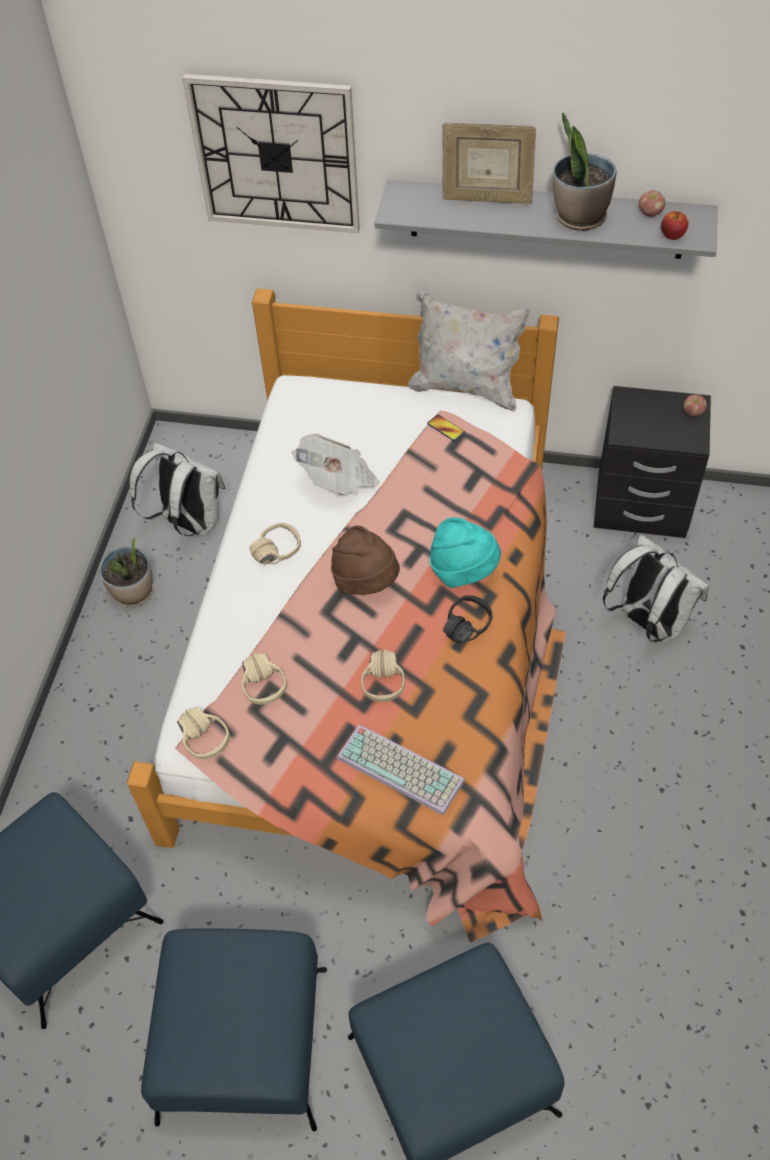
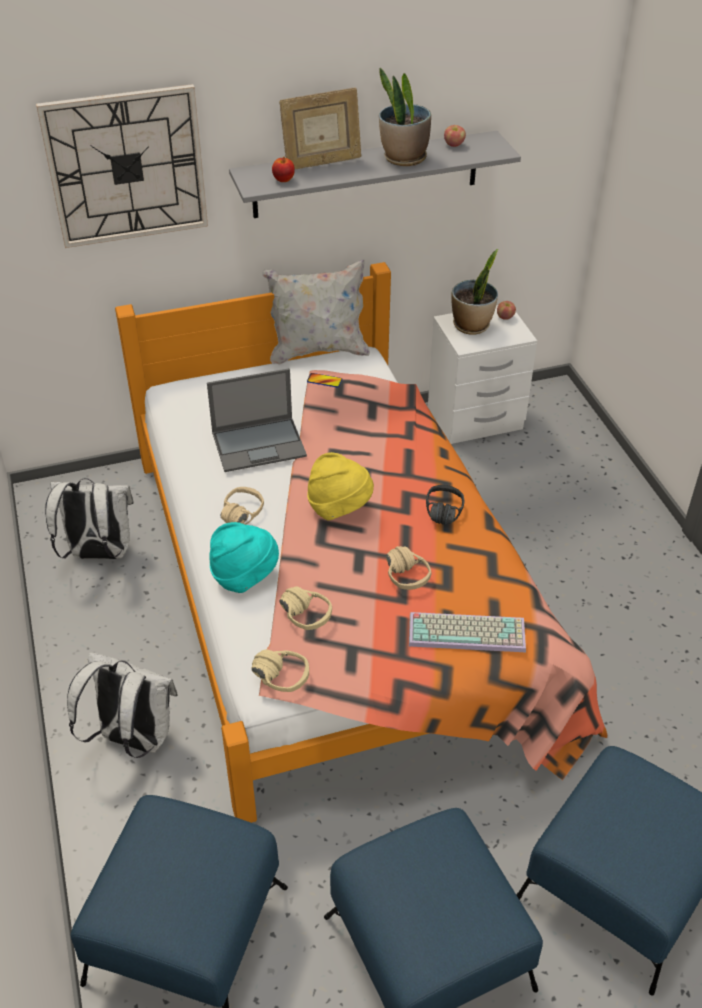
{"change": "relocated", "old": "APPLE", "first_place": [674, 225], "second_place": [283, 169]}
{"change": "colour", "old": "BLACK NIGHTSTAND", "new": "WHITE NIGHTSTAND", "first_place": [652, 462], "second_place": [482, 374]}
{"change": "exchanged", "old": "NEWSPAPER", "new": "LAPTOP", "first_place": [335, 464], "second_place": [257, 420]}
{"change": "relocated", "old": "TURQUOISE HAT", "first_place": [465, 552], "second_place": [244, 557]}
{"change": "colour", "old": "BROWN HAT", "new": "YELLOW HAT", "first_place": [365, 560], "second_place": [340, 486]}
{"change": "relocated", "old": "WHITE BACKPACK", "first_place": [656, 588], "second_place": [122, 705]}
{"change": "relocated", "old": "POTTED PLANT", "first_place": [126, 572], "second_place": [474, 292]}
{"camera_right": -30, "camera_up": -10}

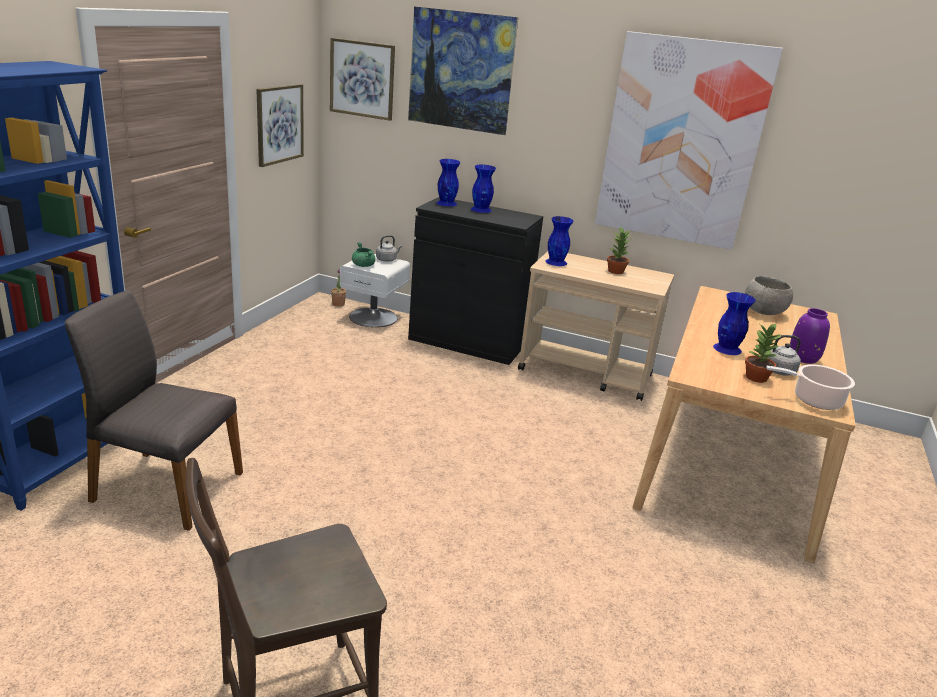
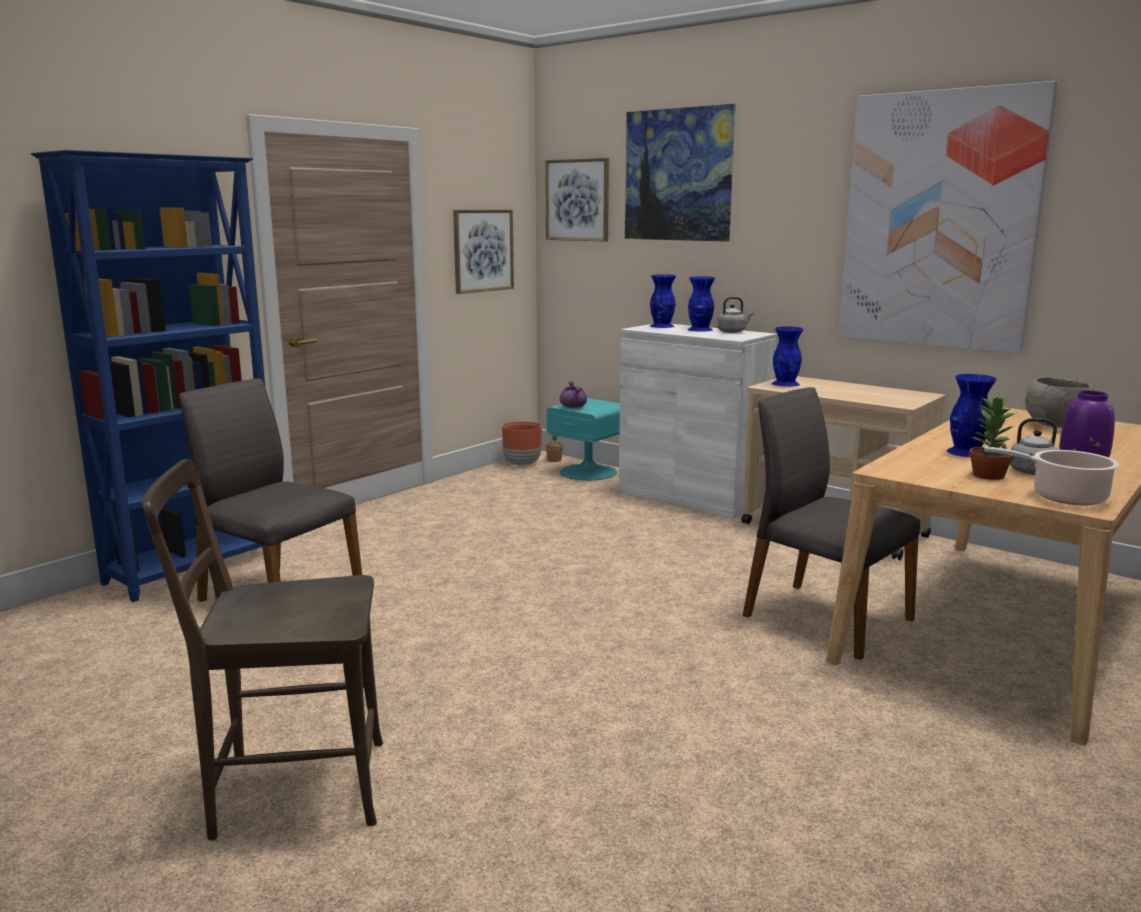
{"change": "colour", "old": "BLACK CABINET", "new": "WHITE CABINET", "first_place": [475, 281], "second_place": [698, 421]}
{"change": "missing", "old": "POTTED PLANT", "first_place": [619, 250]}
{"change": "relocated", "old": "GREY KETTLE", "first_place": [389, 248], "second_place": [735, 315]}
{"change": "colour", "old": "GREEN COOKING POT", "new": "PURPLE COOKING POT", "first_place": [364, 254], "second_place": [573, 394]}
{"change": "colour", "old": "WHITE NIGHTSTAND", "new": "TURQUOISE NIGHTSTAND", "first_place": [375, 290], "second_place": [583, 439]}
{"change": "appeared", "new": "GREY CHAIR", "second_place": [831, 523]}
{"change": "appeared", "new": "BROWN PLANTER", "second_place": [522, 443]}
{"camera_right": 20, "camera_up": -10}

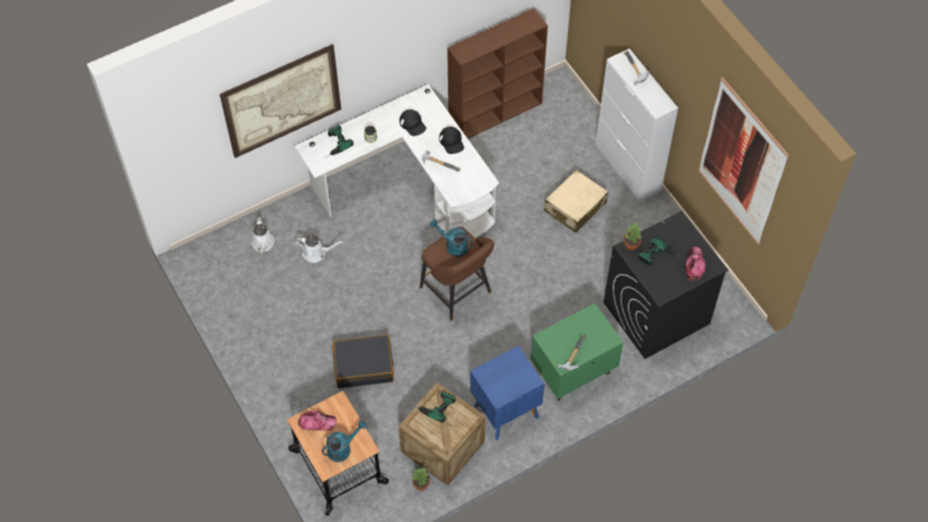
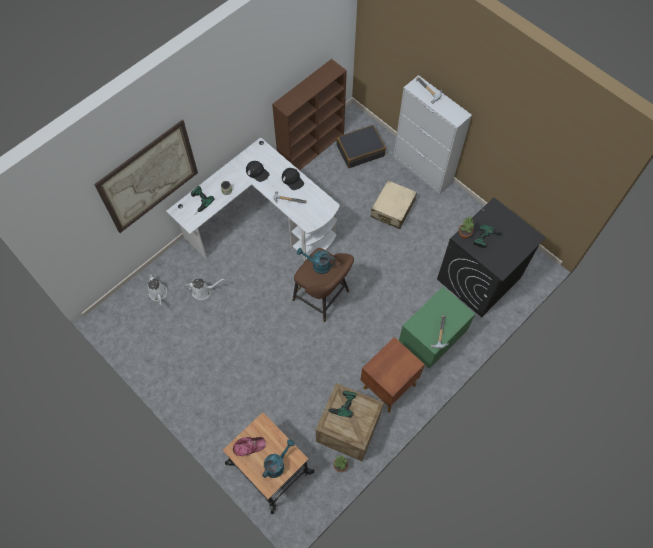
{"change": "missing", "old": "PICTURE", "first_place": [744, 161]}
{"change": "missing", "old": "CAP", "first_place": [695, 264]}
{"change": "relocated", "old": "BLACK SUITCASE", "first_place": [363, 361], "second_place": [361, 146]}
{"change": "colour", "old": "BLUE NIGHTSTAND", "new": "BROWN NIGHTSTAND", "first_place": [507, 392], "second_place": [392, 374]}
{"camera_right": -15, "camera_up": 5}

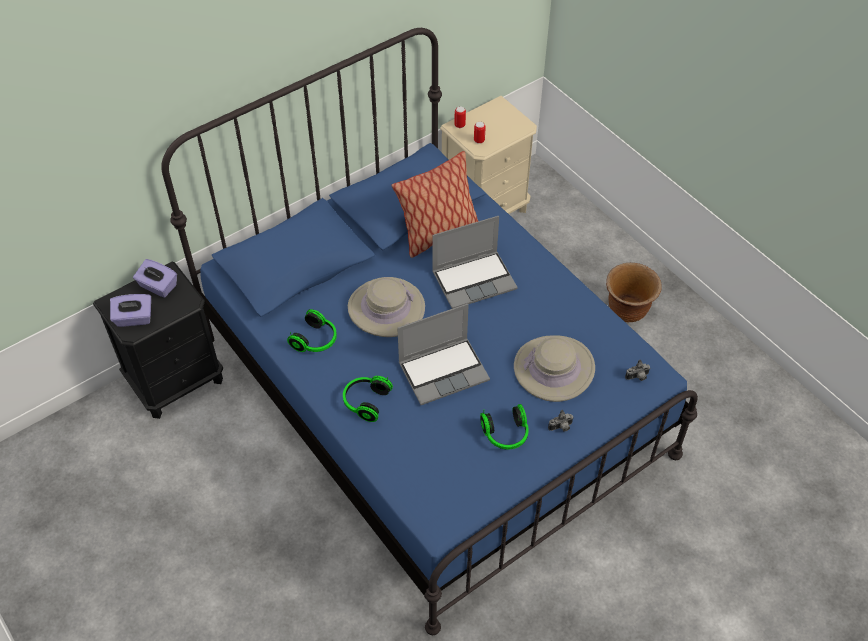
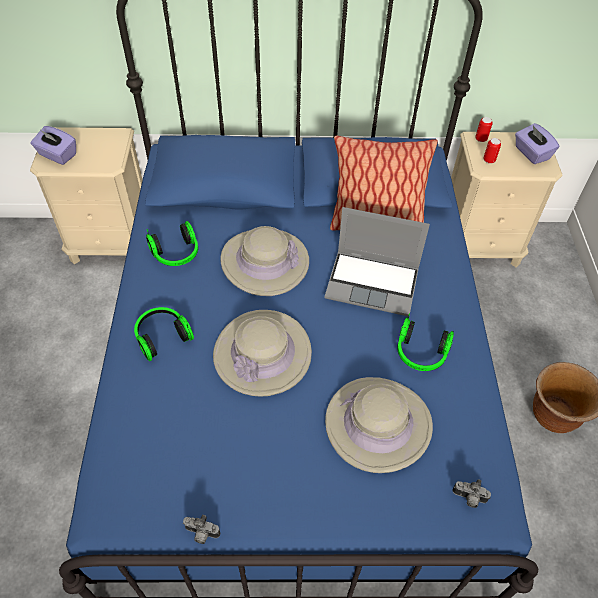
{"change": "relocated", "old": "PURPLE TISSUE BOX", "first_place": [155, 278], "second_place": [537, 143]}
{"change": "colour", "old": "BLACK NIGHTSTAND", "new": "BEIGE NIGHTSTAND", "first_place": [158, 340], "second_place": [86, 195]}
{"change": "exchanged", "old": "LAPTOP", "new": "BEIGE HAT", "first_place": [443, 354], "second_place": [262, 353]}
{"change": "relocated", "old": "HEADPHONES", "first_place": [504, 427], "second_place": [425, 342]}
{"change": "relocated", "old": "PHOTO CAMERA", "first_place": [561, 421], "second_place": [201, 529]}
{"camera_right": 35, "camera_up": 0}

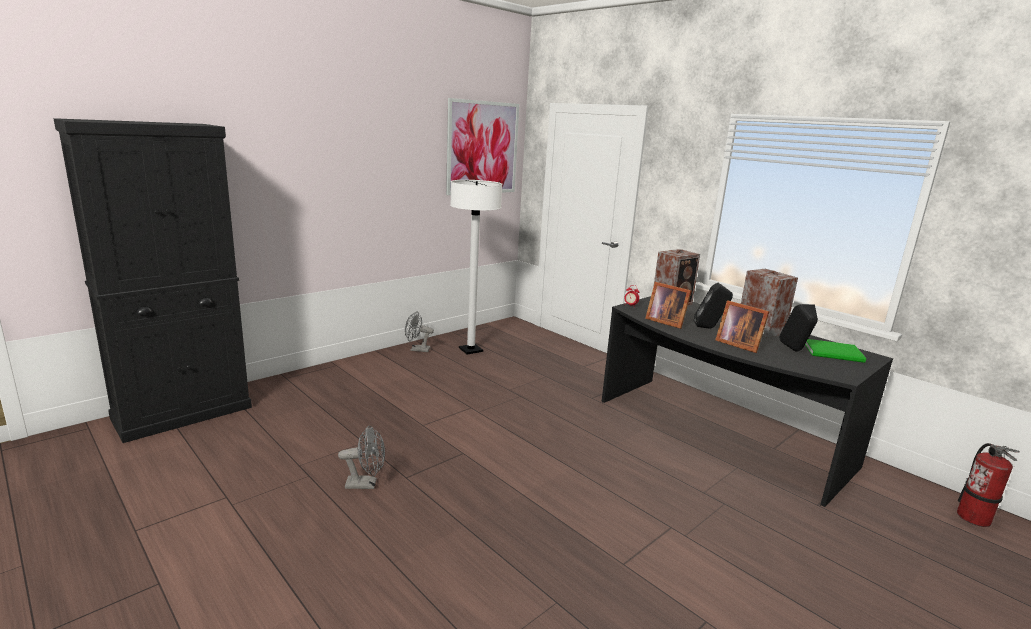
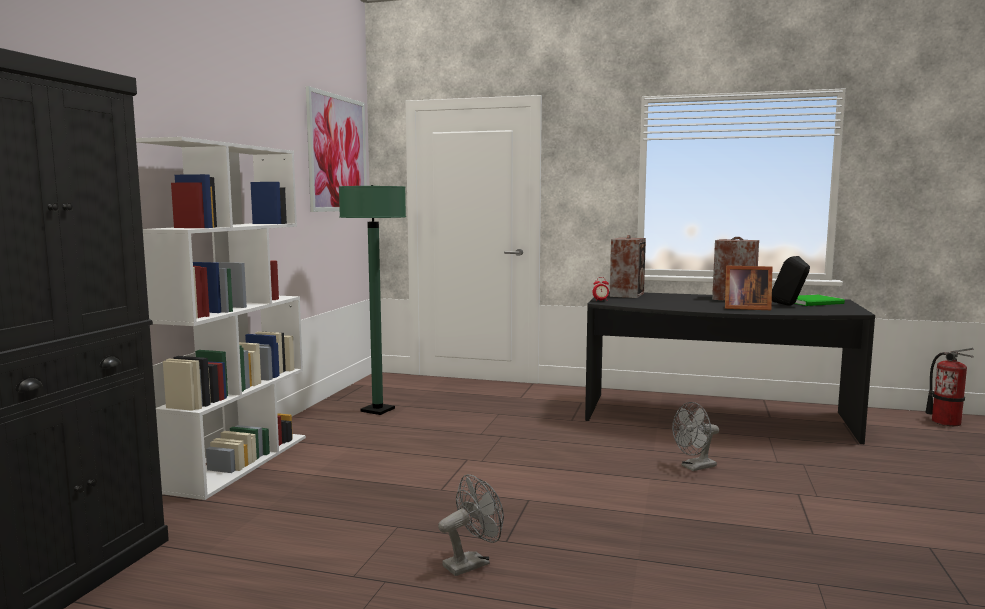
{"change": "colour", "old": "WHITE FLOOR LAMP", "new": "GREEN FLOOR LAMP", "first_place": [476, 267], "second_place": [372, 300]}
{"change": "missing", "old": "PICTURE FRAME", "first_place": [668, 305]}
{"change": "missing", "old": "BLACK SPEAKER", "first_place": [713, 305]}
{"change": "relocated", "old": "GREY FAN", "first_place": [419, 331], "second_place": [695, 436]}
{"change": "appeared", "new": "WHITE BOOKCASE", "second_place": [221, 318]}
{"camera_right": -30, "camera_up": -10}

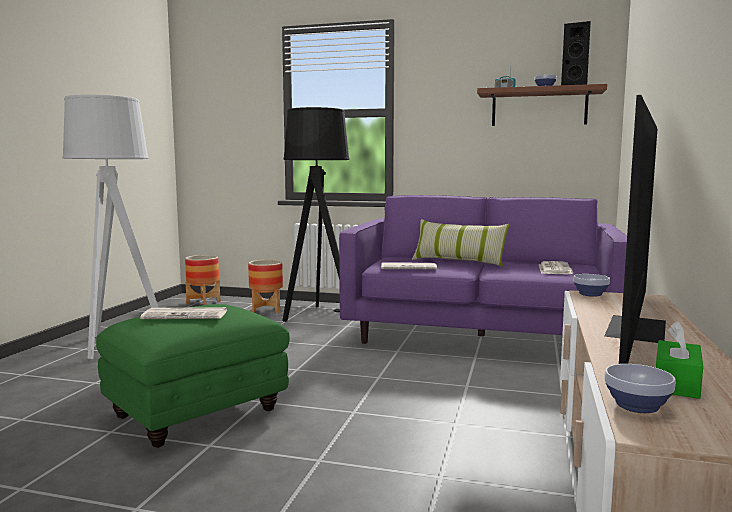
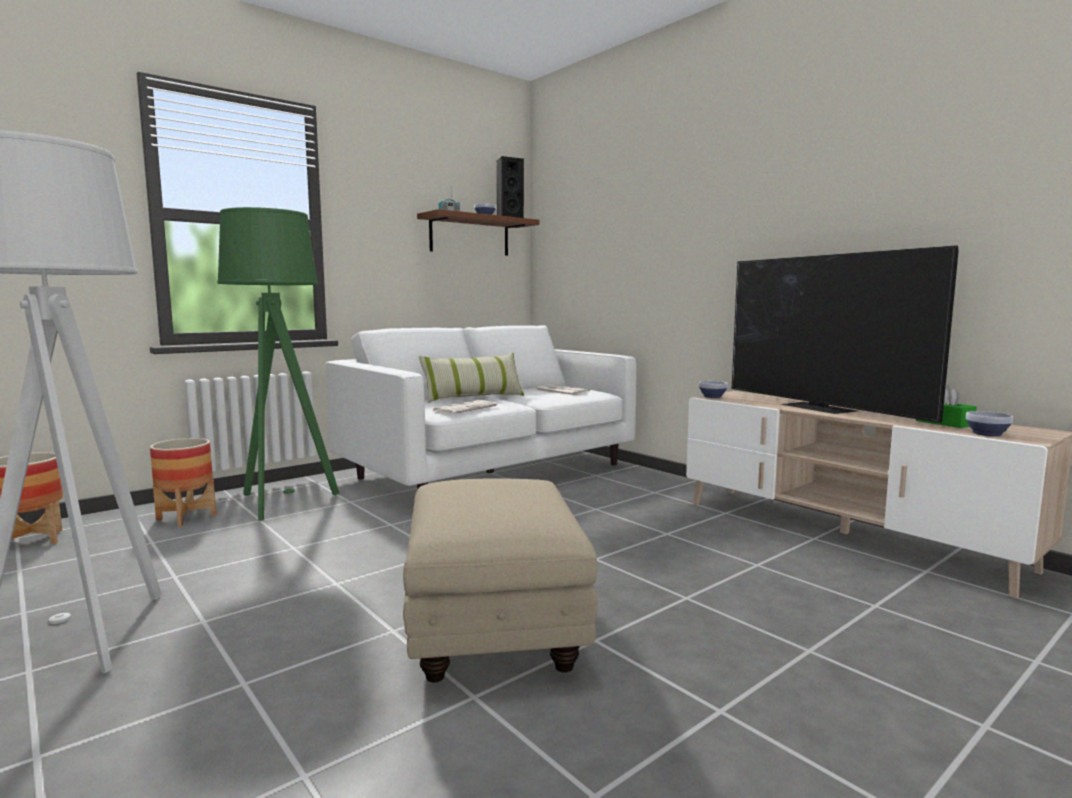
{"change": "colour", "old": "BLACK FLOOR LAMP", "new": "GREEN FLOOR LAMP", "first_place": [315, 214], "second_place": [278, 364]}
{"change": "colour", "old": "PURPLE SOFA", "new": "WHITE SOFA", "first_place": [483, 269], "second_place": [481, 407]}
{"change": "colour", "old": "GREEN OTTOMAN", "new": "BEIGE OTTOMAN", "first_place": [193, 376], "second_place": [500, 581]}
{"change": "missing", "old": "NEWSPAPER", "first_place": [183, 313]}
{"camera_right": -55, "camera_up": 0}

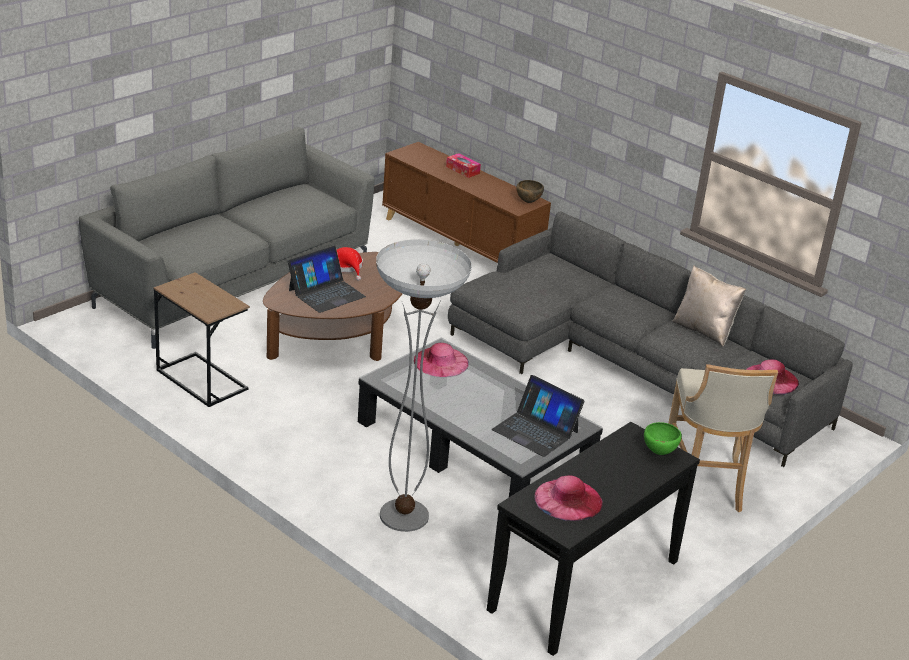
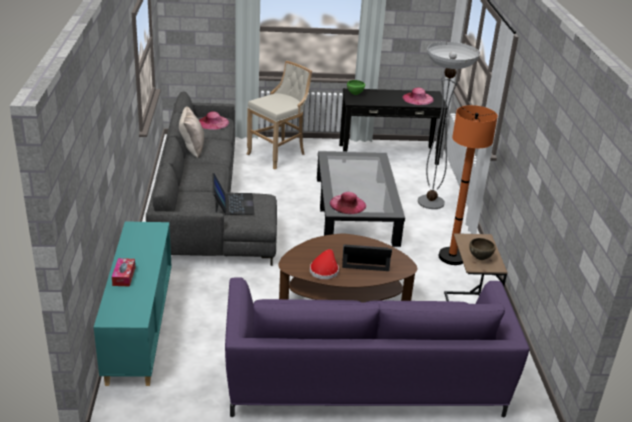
{"change": "colour", "old": "GREY SOFA", "new": "PURPLE SOFA", "first_place": [227, 238], "second_place": [377, 347]}
{"change": "colour", "old": "BROWN CABINET", "new": "TURQUOISE CABINET", "first_place": [466, 202], "second_place": [133, 303]}
{"change": "relocated", "old": "BROWN BOWL", "first_place": [530, 191], "second_place": [482, 249]}
{"change": "relocated", "old": "LAPTOP", "first_place": [538, 416], "second_place": [233, 194]}
{"change": "appeared", "new": "ORANGE FLOOR LAMP", "second_place": [468, 185]}
{"camera_right": -135, "camera_up": 0}

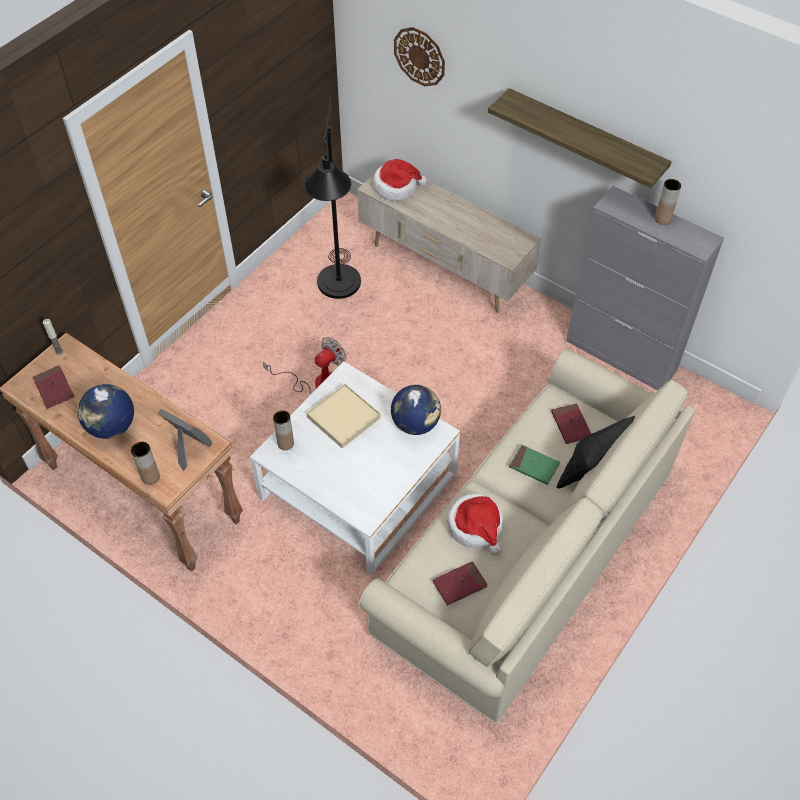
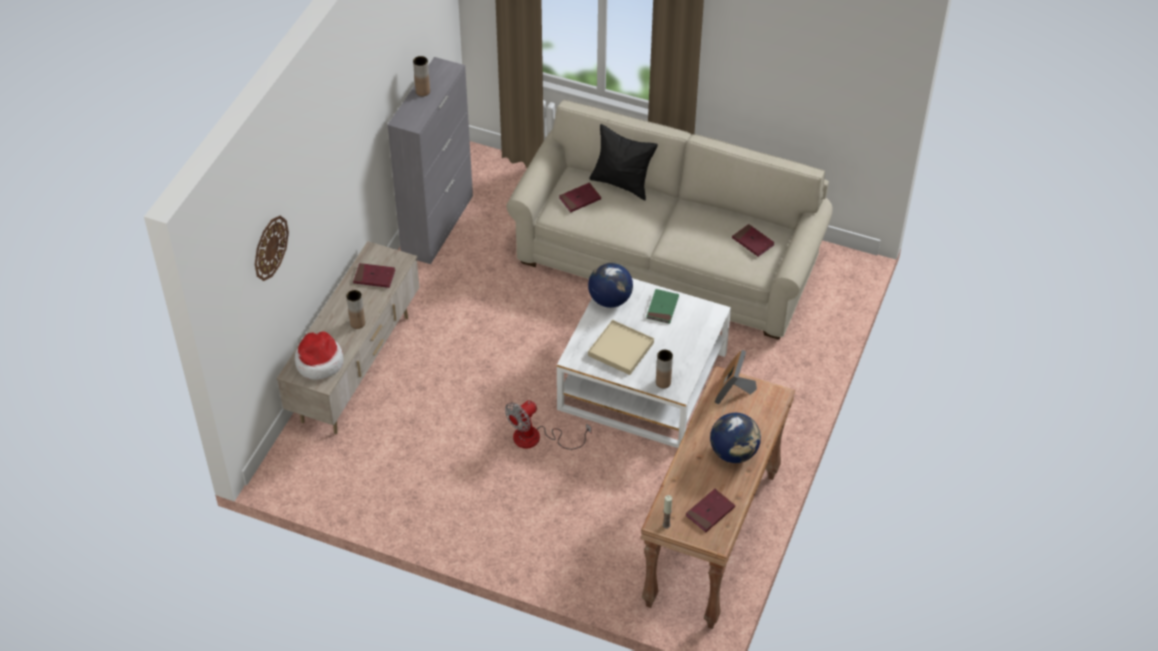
{"change": "missing", "old": "SHELF", "first_place": [580, 138]}
{"change": "missing", "old": "BLACK FLOOR LAMP", "first_place": [332, 197]}
{"change": "spun", "old": "FAN", "first_place": [304, 365], "second_place": [548, 425], "degrees": -75}
{"change": "relocated", "old": "BROWN VASE", "first_place": [145, 463], "second_place": [355, 309]}
{"change": "relocated", "old": "GREEN BOOK", "first_place": [534, 465], "second_place": [662, 306]}
{"change": "missing", "old": "HAT", "first_place": [475, 525]}
{"change": "appeared", "new": "RED BOOK", "second_place": [374, 275]}
{"camera_right": -105, "camera_up": -5}

